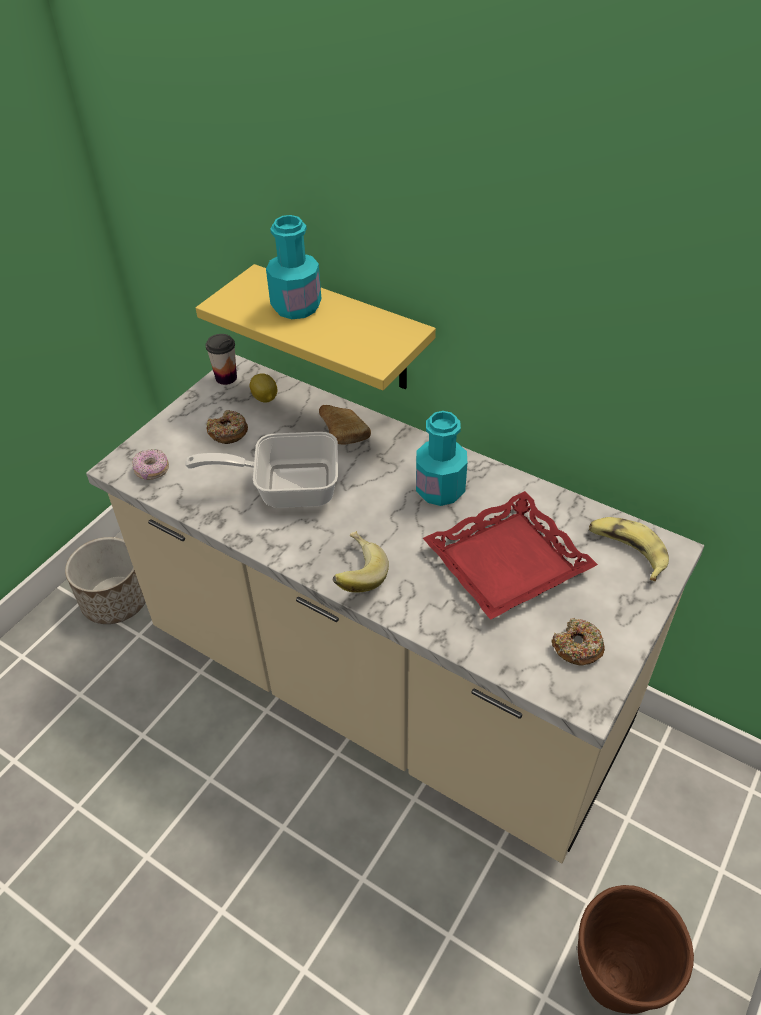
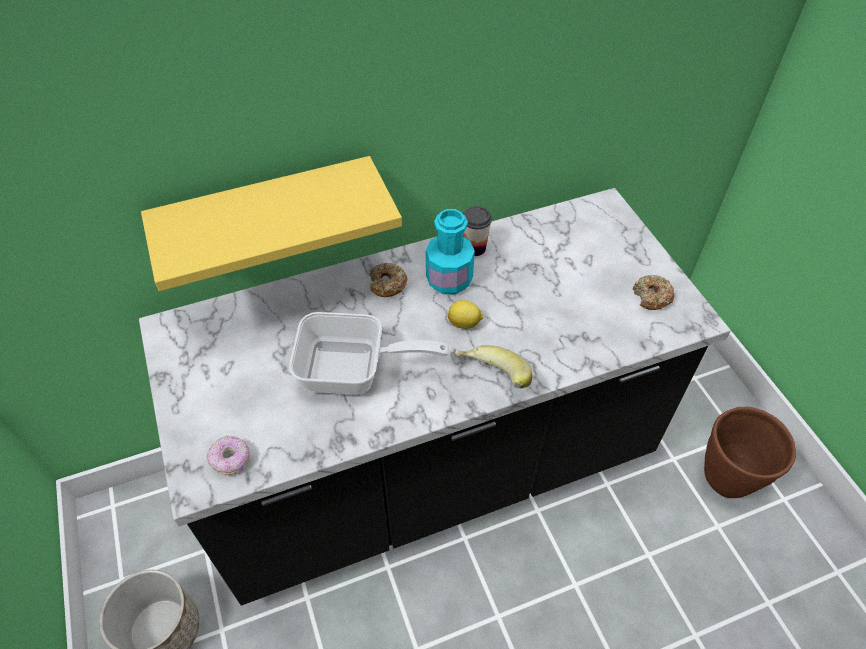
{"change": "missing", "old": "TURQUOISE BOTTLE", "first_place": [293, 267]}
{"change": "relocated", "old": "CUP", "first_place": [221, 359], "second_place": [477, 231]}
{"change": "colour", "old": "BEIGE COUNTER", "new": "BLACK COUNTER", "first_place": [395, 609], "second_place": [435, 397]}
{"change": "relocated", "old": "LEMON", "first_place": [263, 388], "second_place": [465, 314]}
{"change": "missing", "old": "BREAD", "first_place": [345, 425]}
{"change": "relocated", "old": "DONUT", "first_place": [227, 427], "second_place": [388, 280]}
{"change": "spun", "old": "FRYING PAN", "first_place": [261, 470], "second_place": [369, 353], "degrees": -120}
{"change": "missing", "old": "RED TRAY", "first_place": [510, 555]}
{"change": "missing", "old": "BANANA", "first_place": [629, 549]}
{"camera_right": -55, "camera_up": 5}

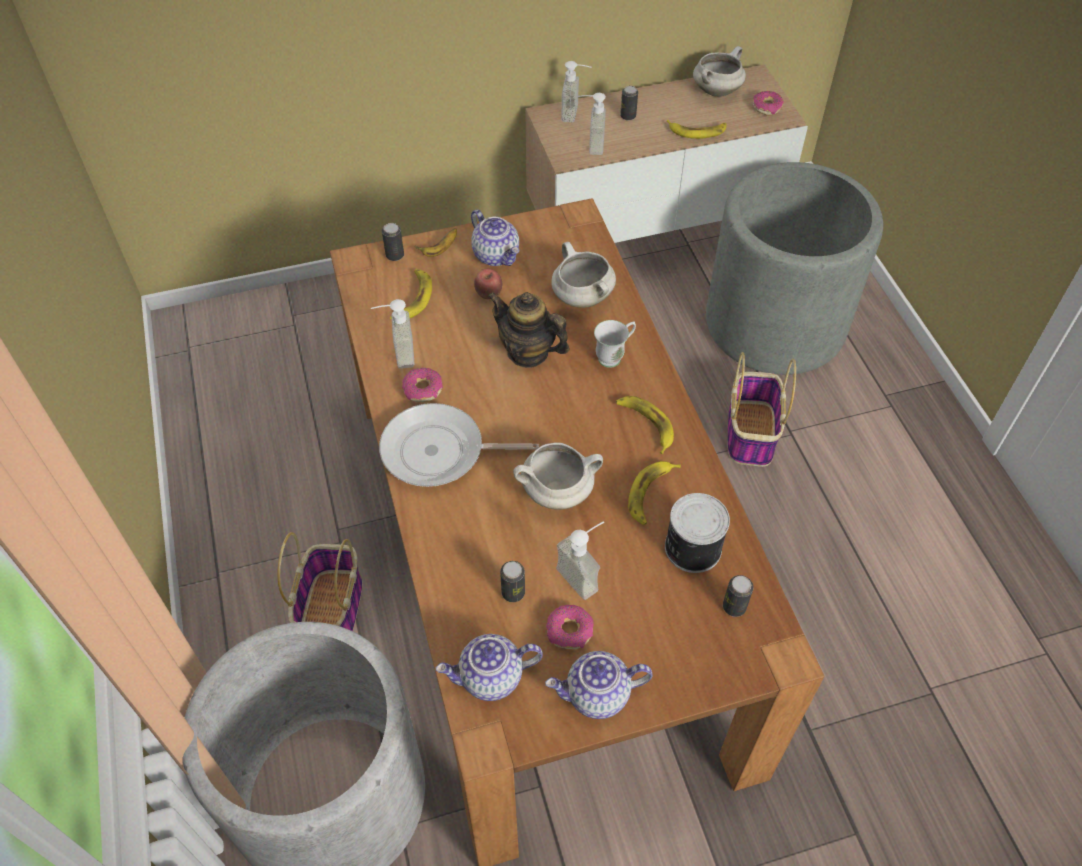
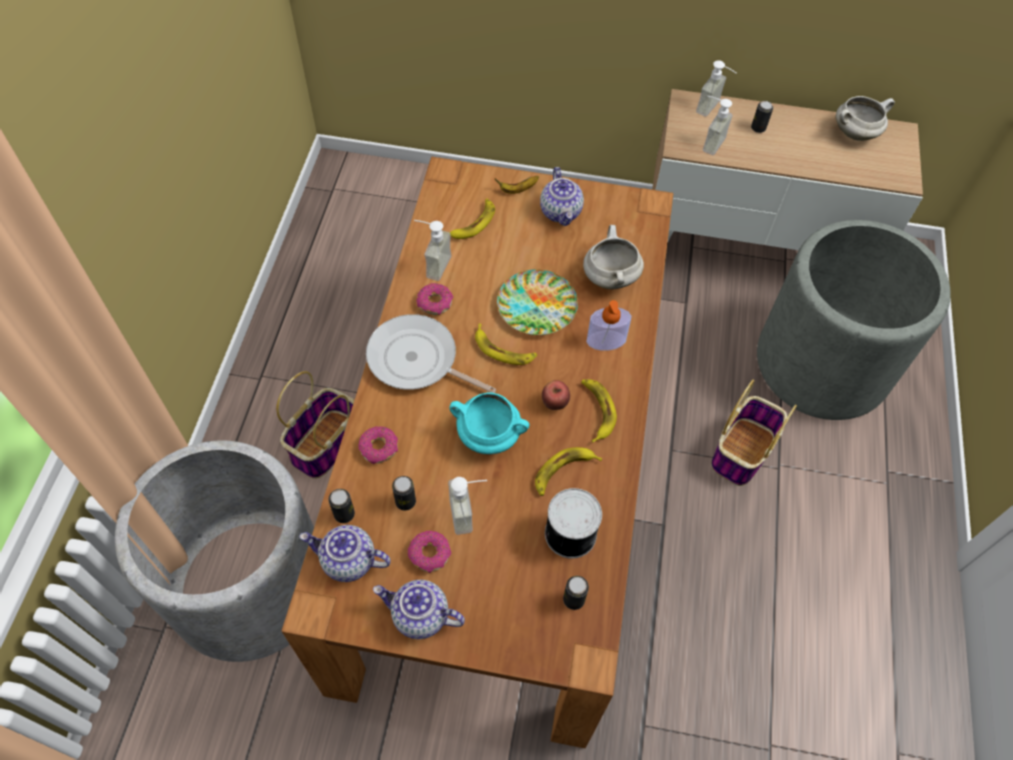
{"change": "relocated", "old": "DONUT", "first_place": [768, 103], "second_place": [378, 445]}
{"change": "relocated", "old": "BANANA", "first_place": [697, 129], "second_place": [506, 344]}
{"change": "relocated", "old": "CAN", "first_place": [393, 242], "second_place": [342, 506]}
{"change": "relocated", "old": "APPLE", "first_place": [488, 284], "second_place": [556, 395]}
{"change": "exchanged", "old": "TEAPOT", "new": "PLATE", "first_place": [529, 330], "second_place": [537, 302]}
{"change": "exchanged", "old": "WHITE MUG", "new": "SOAP DISPENSER", "first_place": [615, 344], "second_place": [608, 325]}
{"change": "colour", "old": "WHITE COOKING POT", "new": "TURQUOISE COOKING POT", "first_place": [558, 476], "second_place": [489, 423]}
{"camera_right": 25, "camera_up": 5}

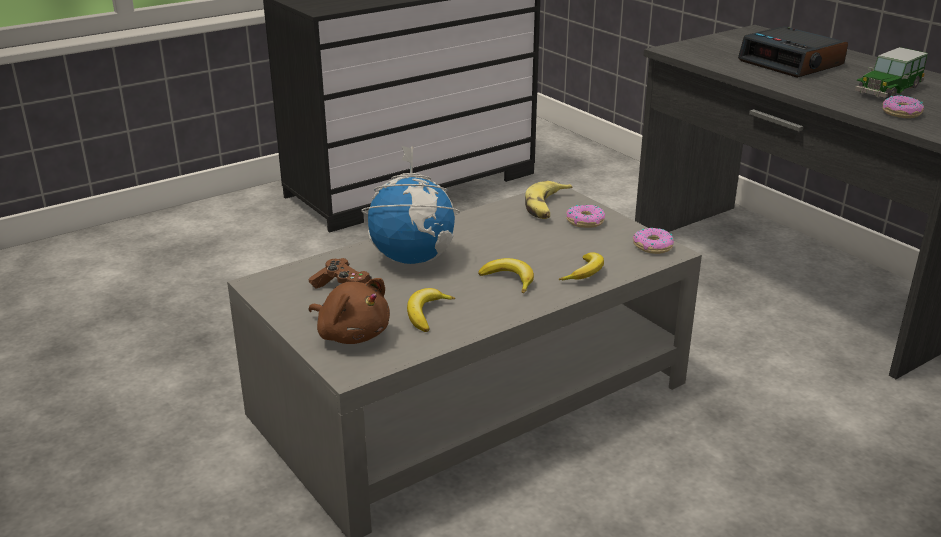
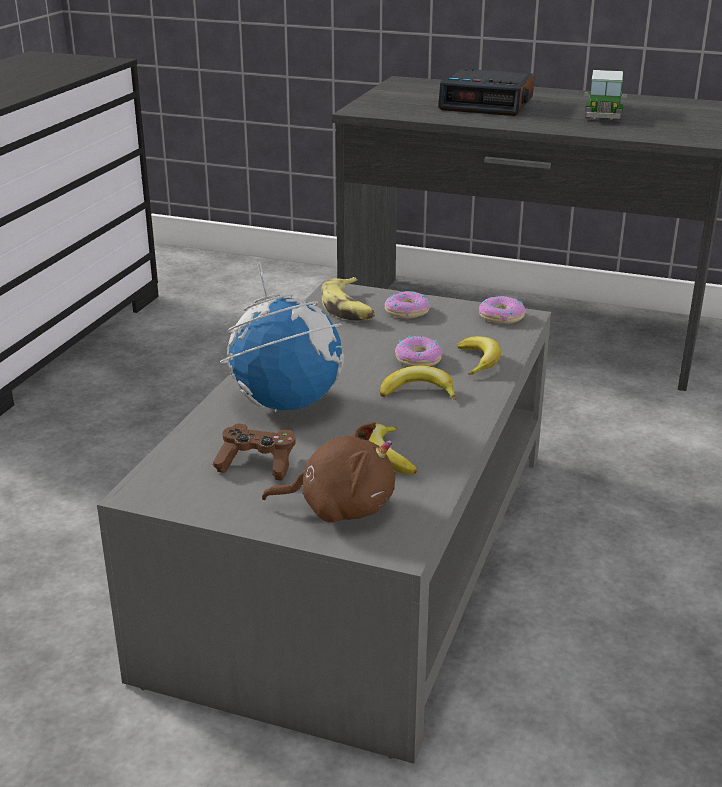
{"change": "relocated", "old": "DONUT", "first_place": [903, 106], "second_place": [418, 351]}
{"camera_right": -35, "camera_up": 0}

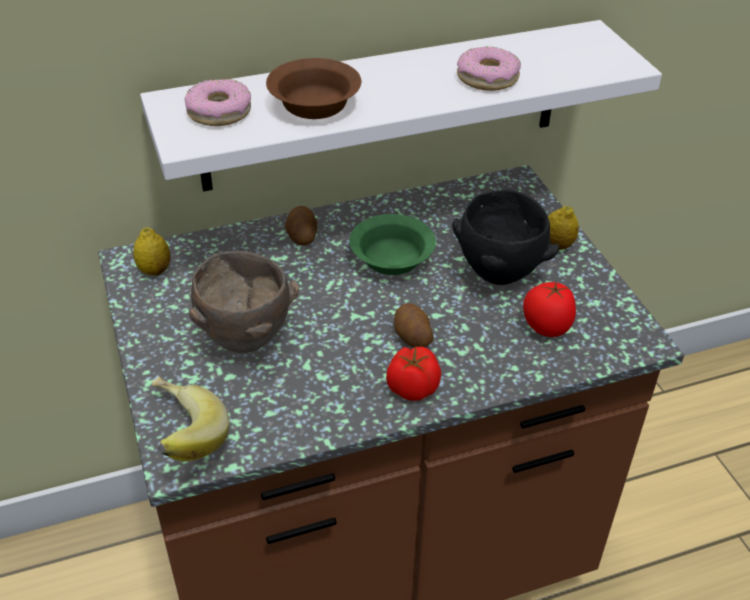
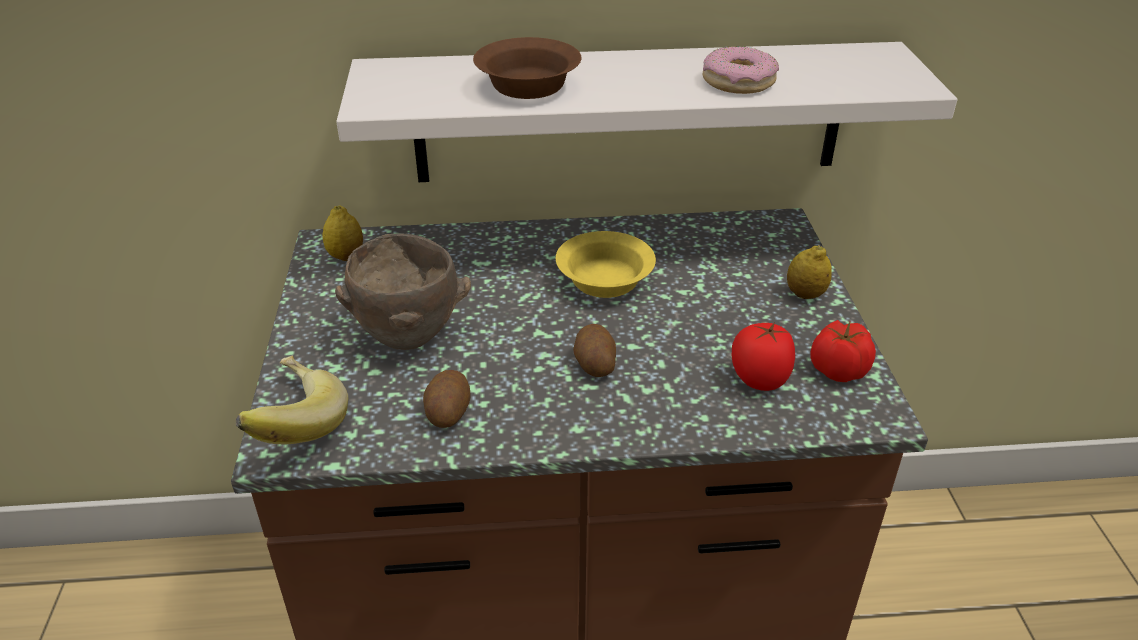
{"change": "missing", "old": "DONUT", "first_place": [217, 102]}
{"change": "missing", "old": "BLACK BOWL", "first_place": [505, 237]}
{"change": "relocated", "old": "POTATO", "first_place": [301, 226], "second_place": [447, 399]}
{"change": "colour", "old": "GREEN BOWL", "new": "YELLOW BOWL", "first_place": [392, 244], "second_place": [606, 264]}
{"change": "relocated", "old": "TOMATO", "first_place": [413, 374], "second_place": [843, 351]}
{"camera_right": 15, "camera_up": -5}

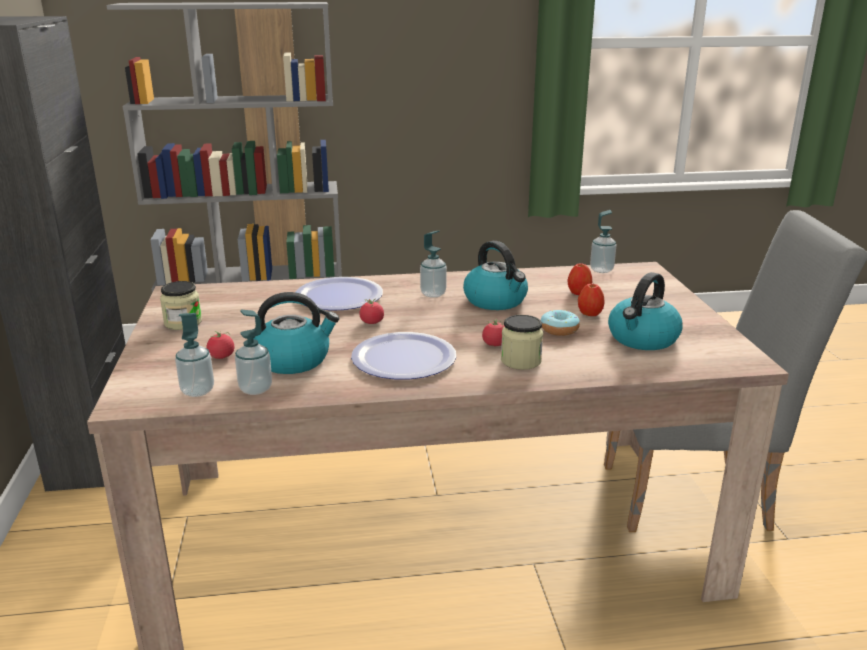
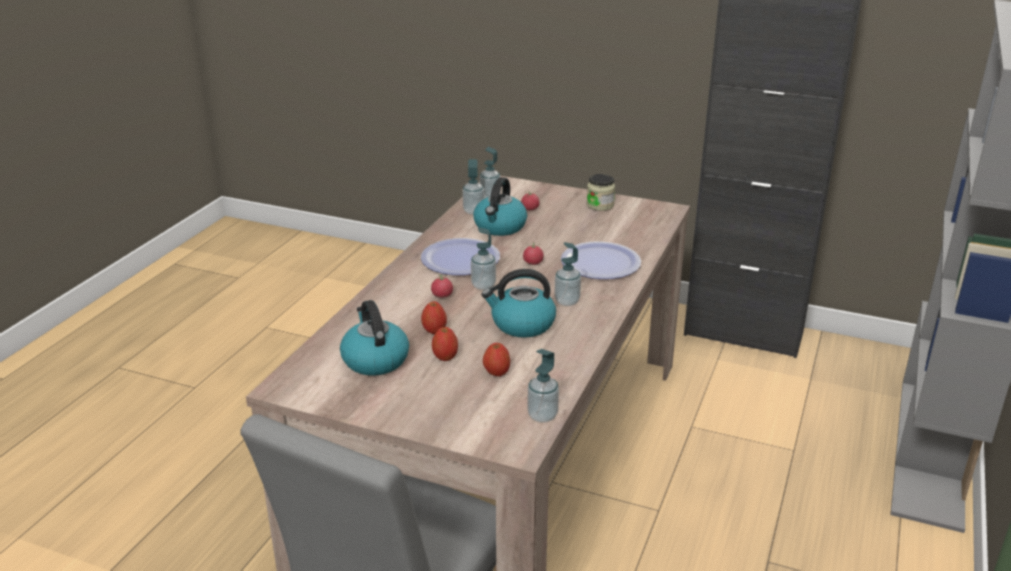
{"change": "exchanged", "old": "DONUT", "new": "APPLE", "first_place": [560, 323], "second_place": [434, 317]}
{"change": "missing", "old": "JAR", "first_place": [522, 342]}
{"change": "appeared", "new": "SOAP DISPENSER", "second_place": [483, 258]}
{"camera_right": 120, "camera_up": 5}

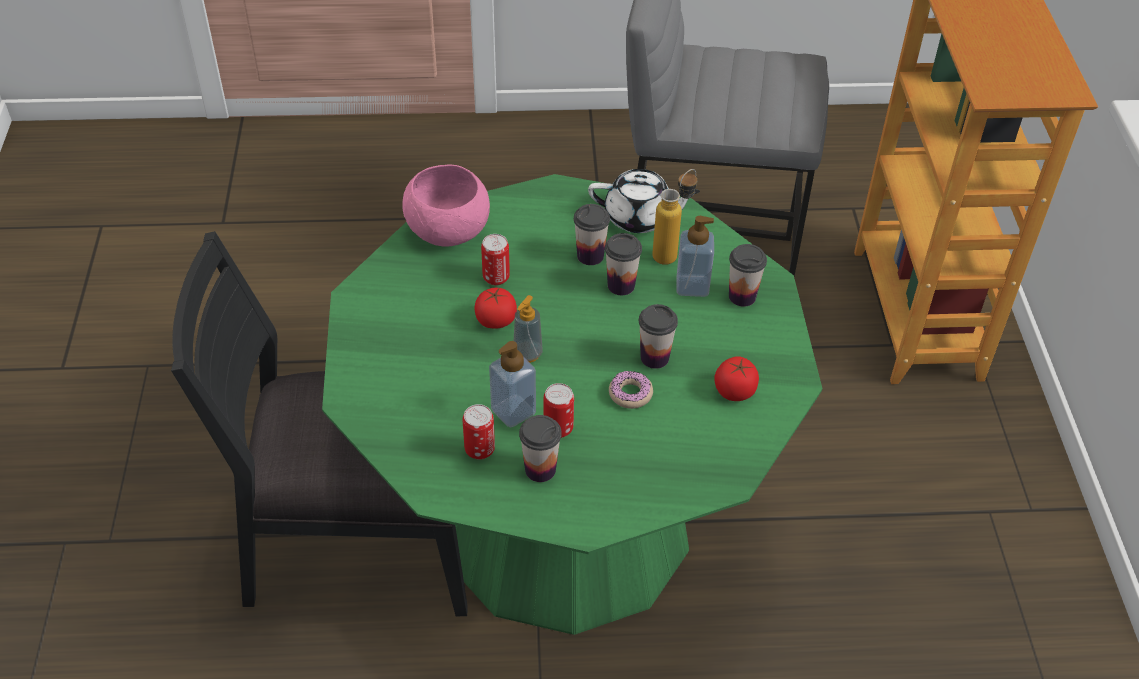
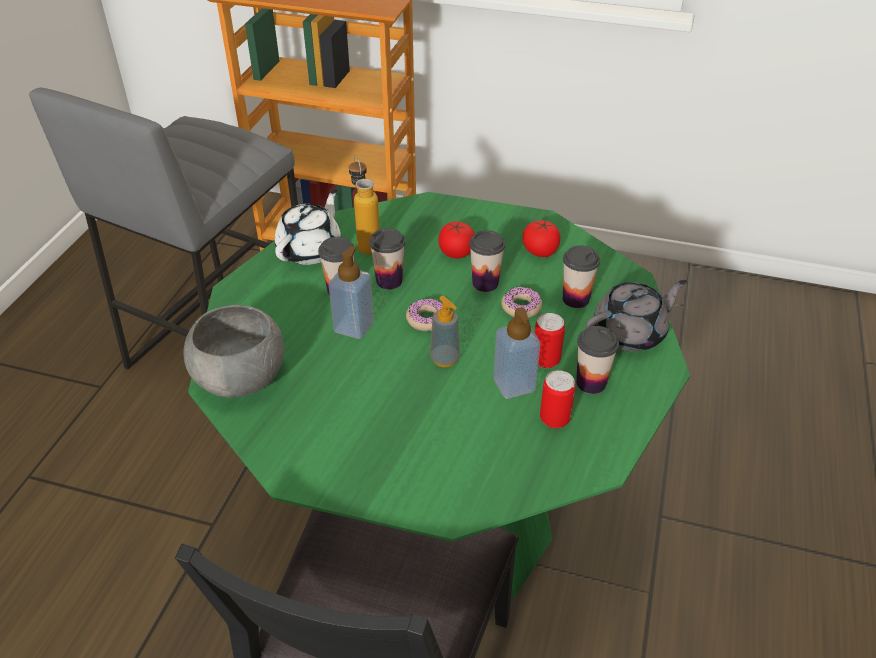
{"change": "colour", "old": "PINK BOWL", "new": "GREY BOWL", "first_place": [446, 205], "second_place": [233, 351]}
{"change": "relocated", "old": "SOAP DISPENSER", "first_place": [695, 256], "second_place": [351, 292]}
{"change": "missing", "old": "CAN", "first_place": [495, 259]}
{"change": "relocated", "old": "CUP", "first_place": [748, 275], "second_place": [581, 276]}
{"change": "relocated", "old": "TOMATO", "first_place": [495, 308], "second_place": [456, 240]}
{"change": "appeared", "new": "GREY TEAPOT", "second_place": [636, 315]}
{"change": "appeared", "new": "DONUT", "second_place": [424, 314]}
{"camera_right": -70, "camera_up": -5}

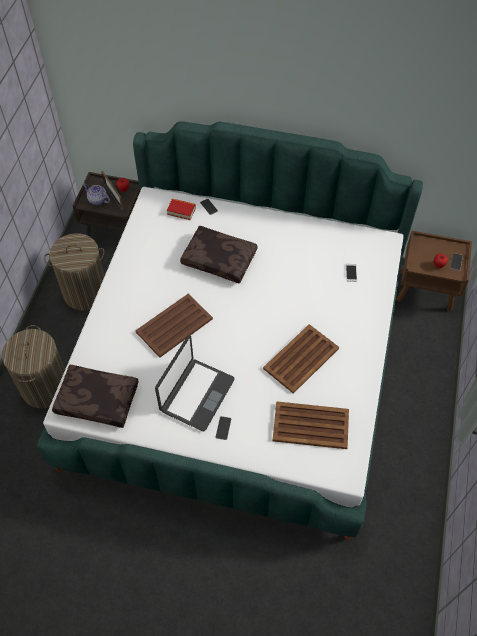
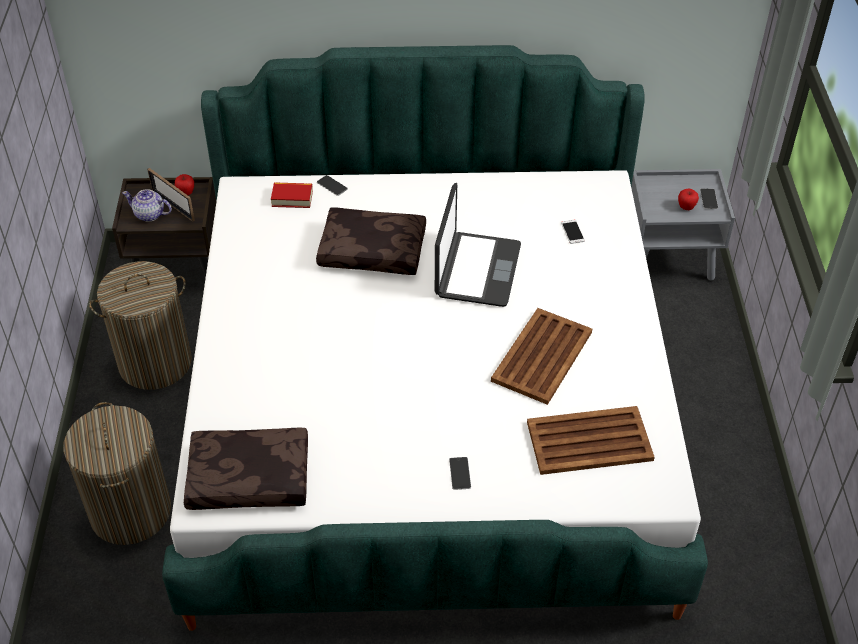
{"change": "colour", "old": "BROWN NIGHTSTAND", "new": "GREY NIGHTSTAND", "first_place": [434, 271], "second_place": [683, 225]}
{"change": "missing", "old": "BROWN TRAY", "first_place": [174, 326]}
{"change": "relocated", "old": "LAPTOP", "first_place": [195, 383], "second_place": [477, 245]}
{"camera_right": -15, "camera_up": -10}

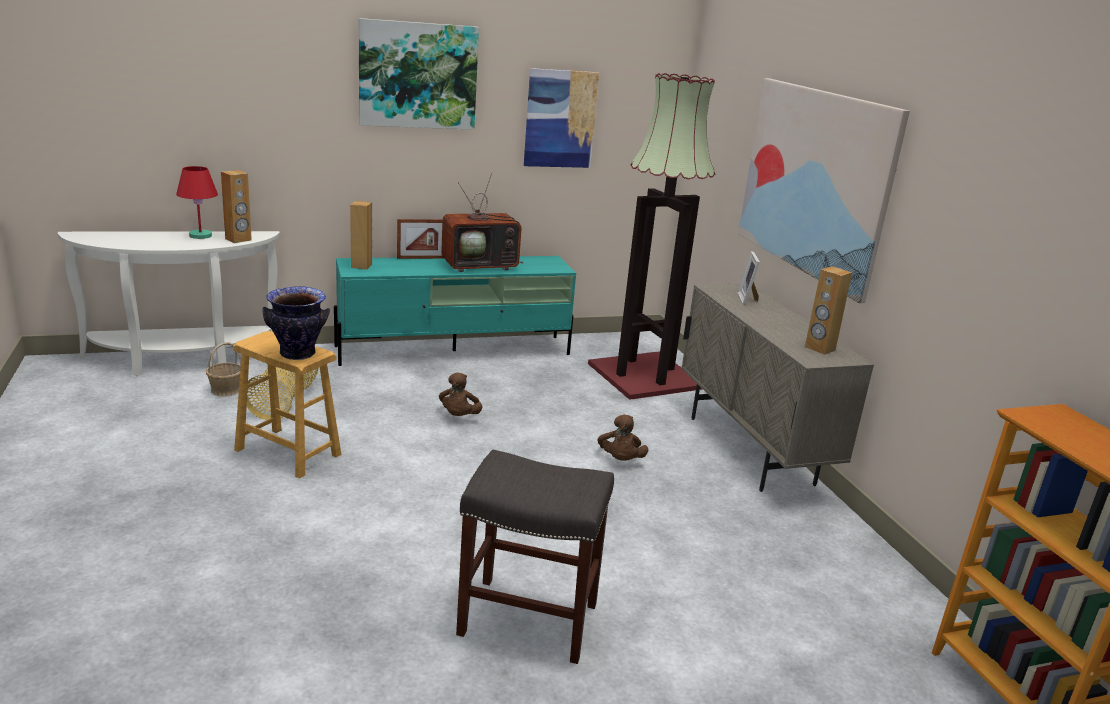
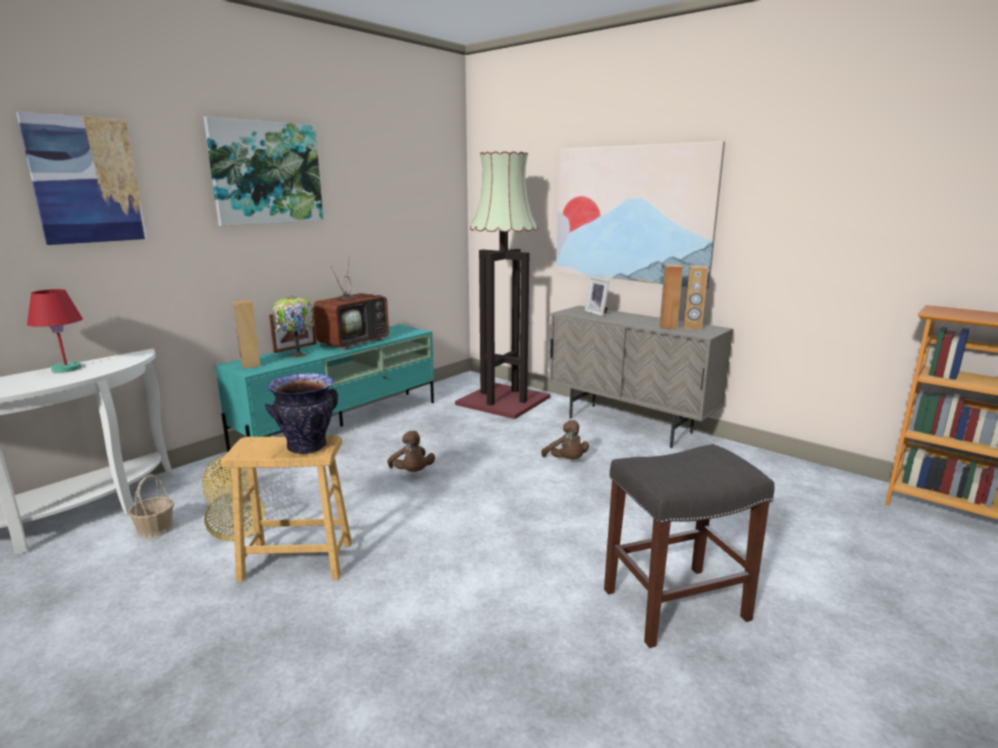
{"change": "relocated", "old": "PICTURE", "first_place": [561, 118], "second_place": [81, 178]}
{"change": "relocated", "old": "BROWN SPEAKER", "first_place": [236, 206], "second_place": [671, 297]}
{"change": "appeared", "new": "TABLE LAMP", "second_place": [293, 327]}
{"camera_right": -30, "camera_up": -5}

